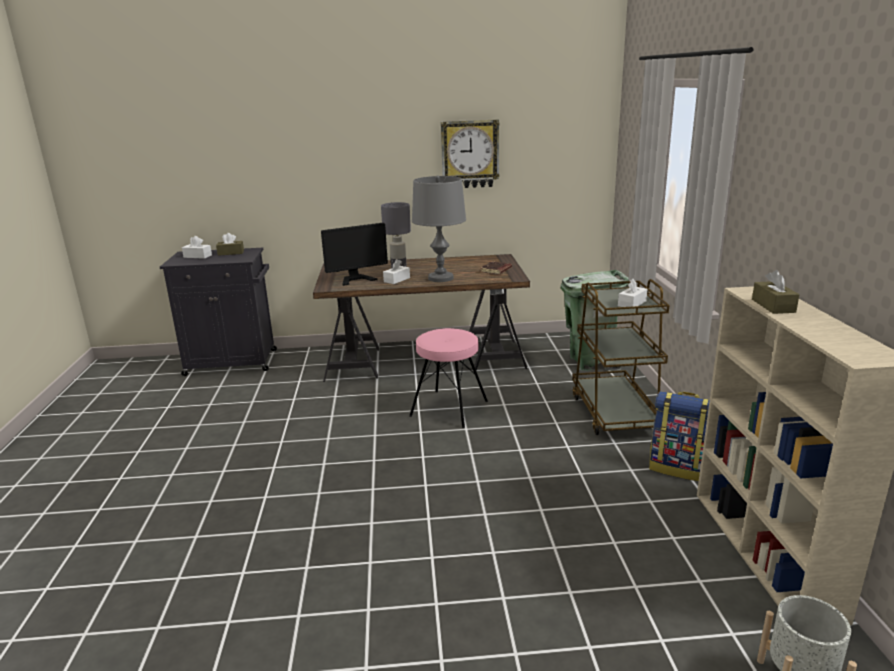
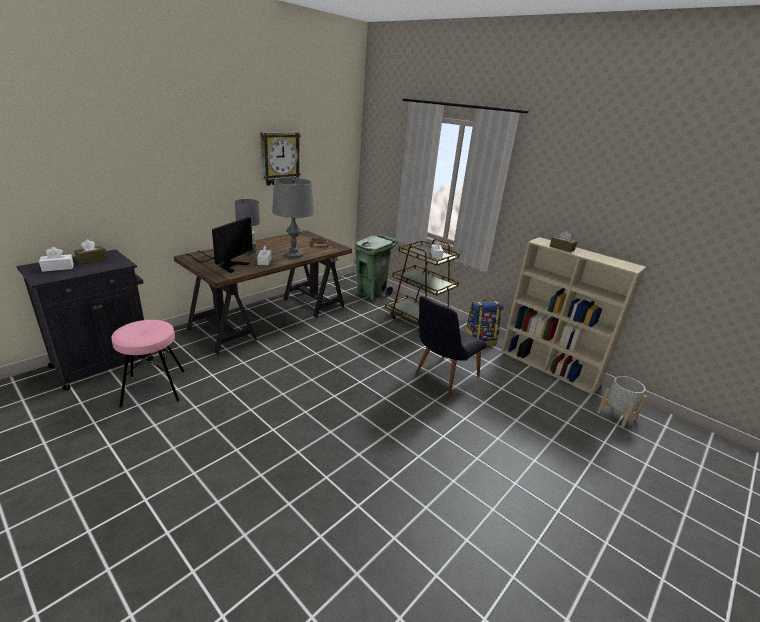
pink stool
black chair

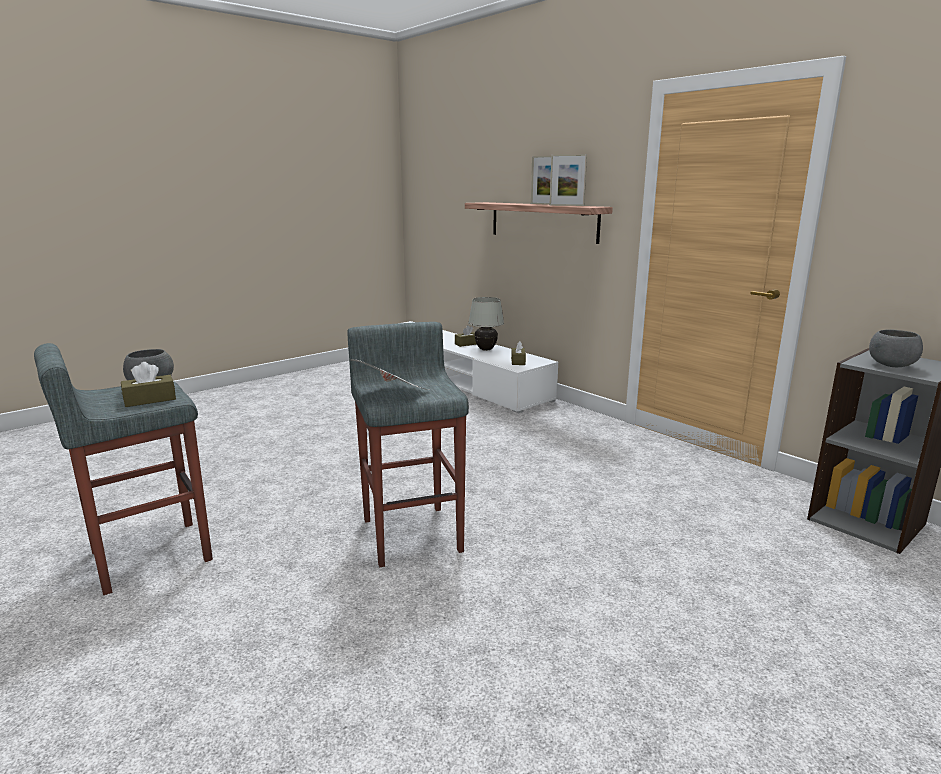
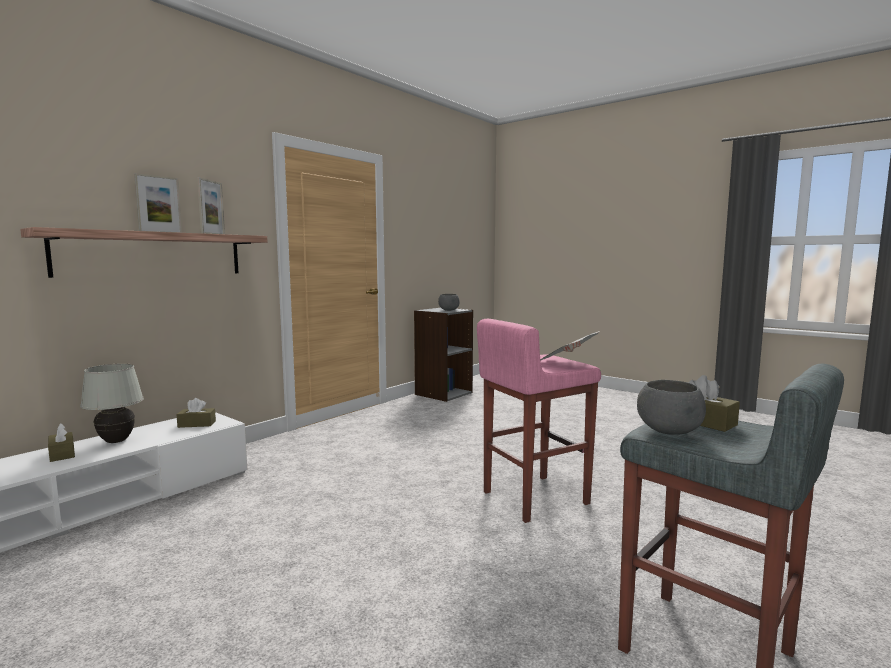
pink stool

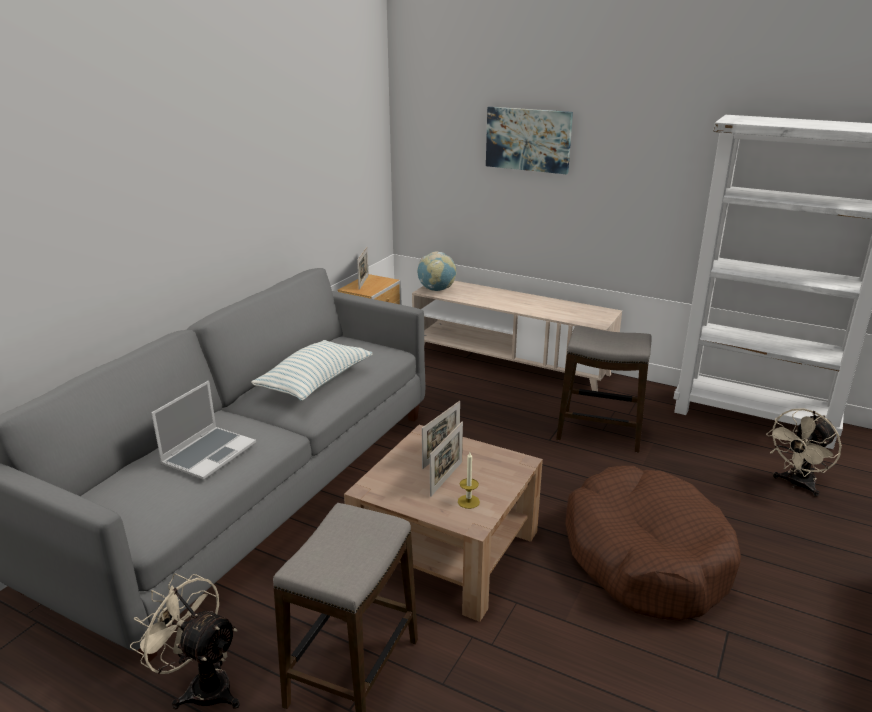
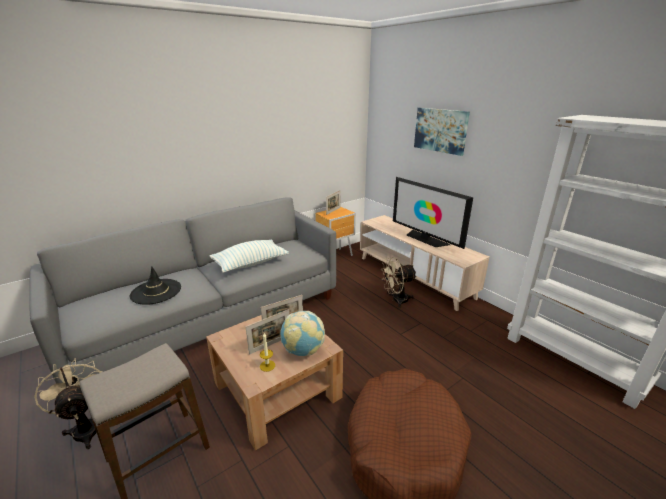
black hat
globe
beige fan (no. 2 from left)
television
stool (no. 2 from left in the first image)

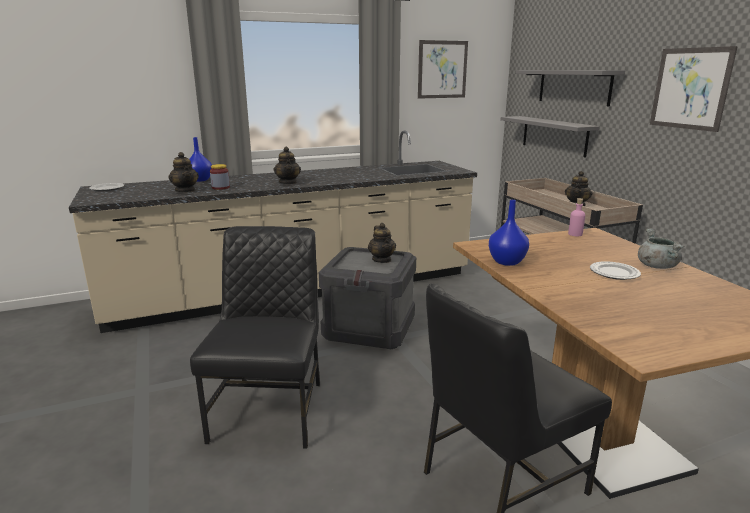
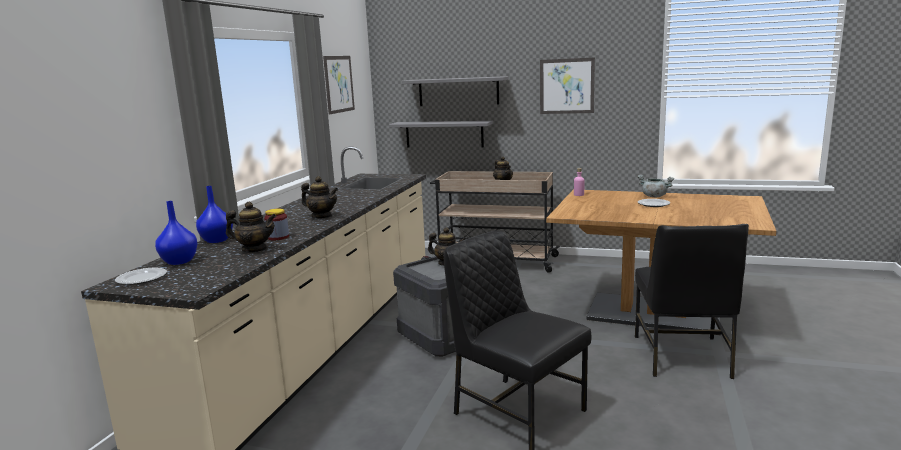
blue vase (no. 1 from left)

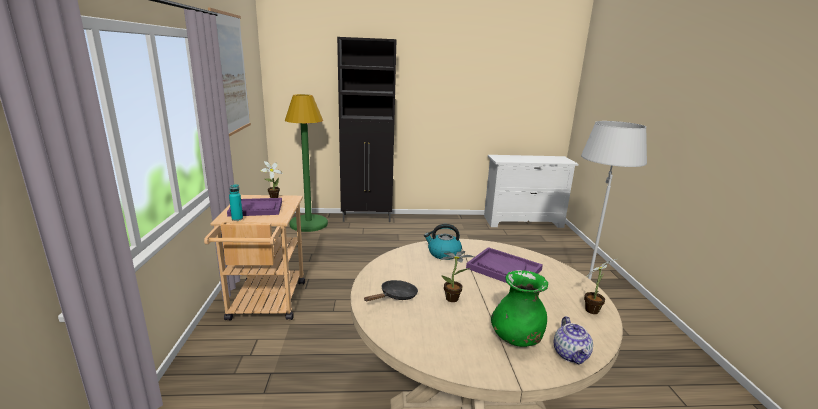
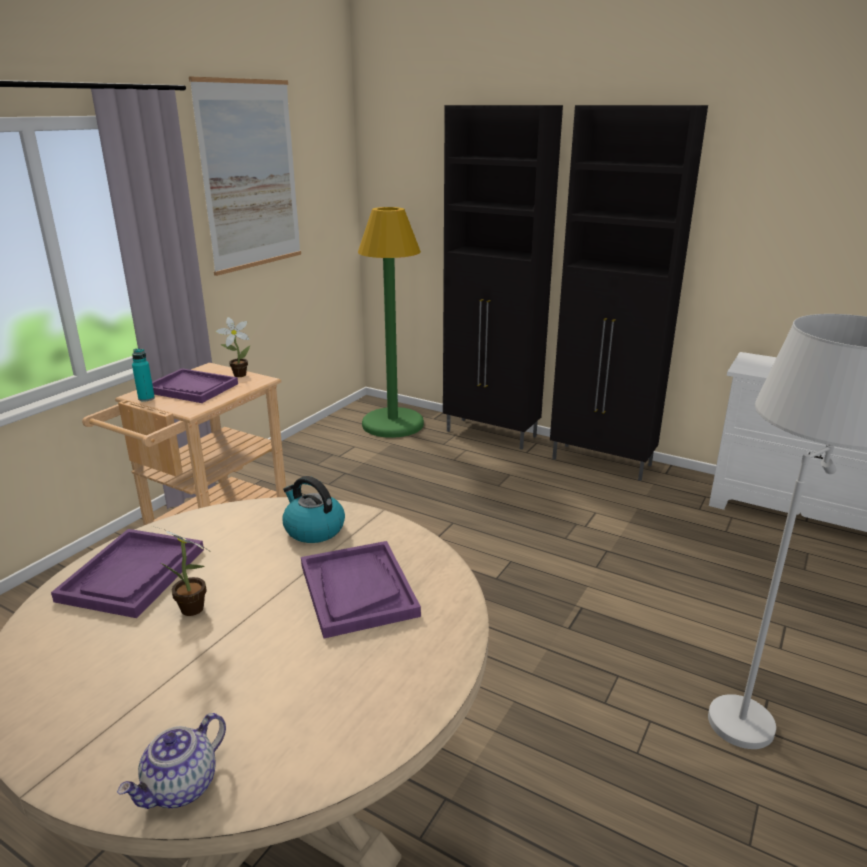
purple tray (no. 1 from left)
black cabinet (no. 2 from left)
green vase
potted plant (no. 3 from left in the first image)

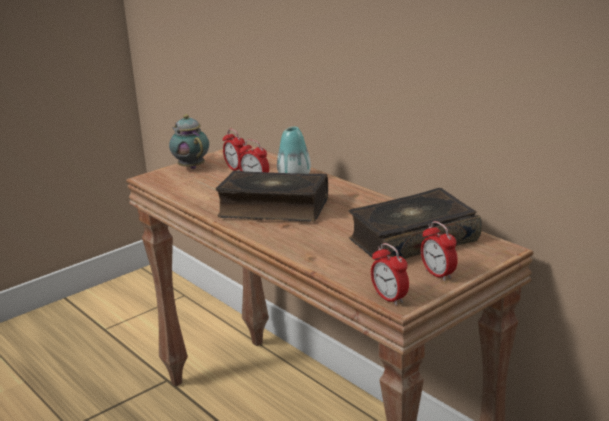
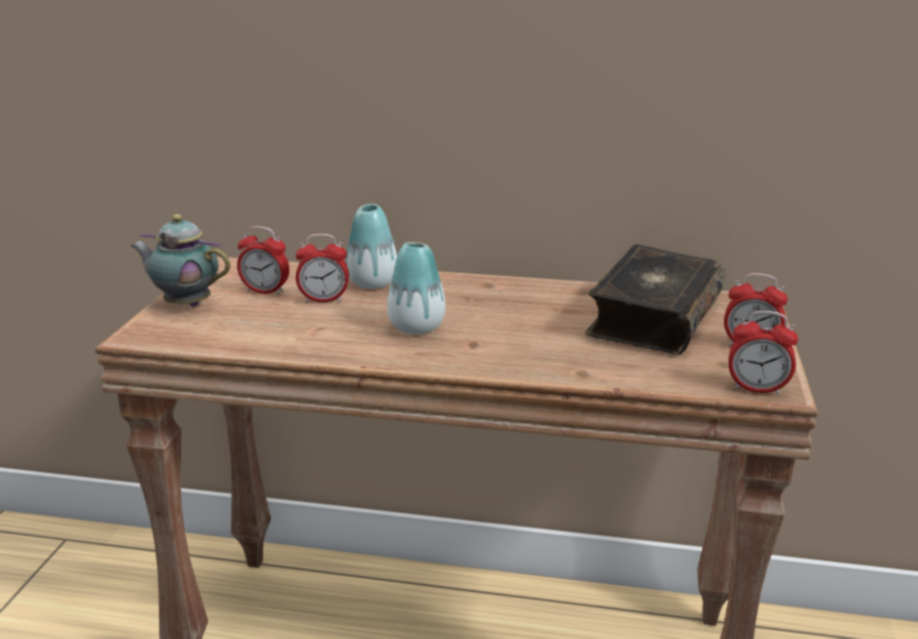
vase (no. 2 from left)

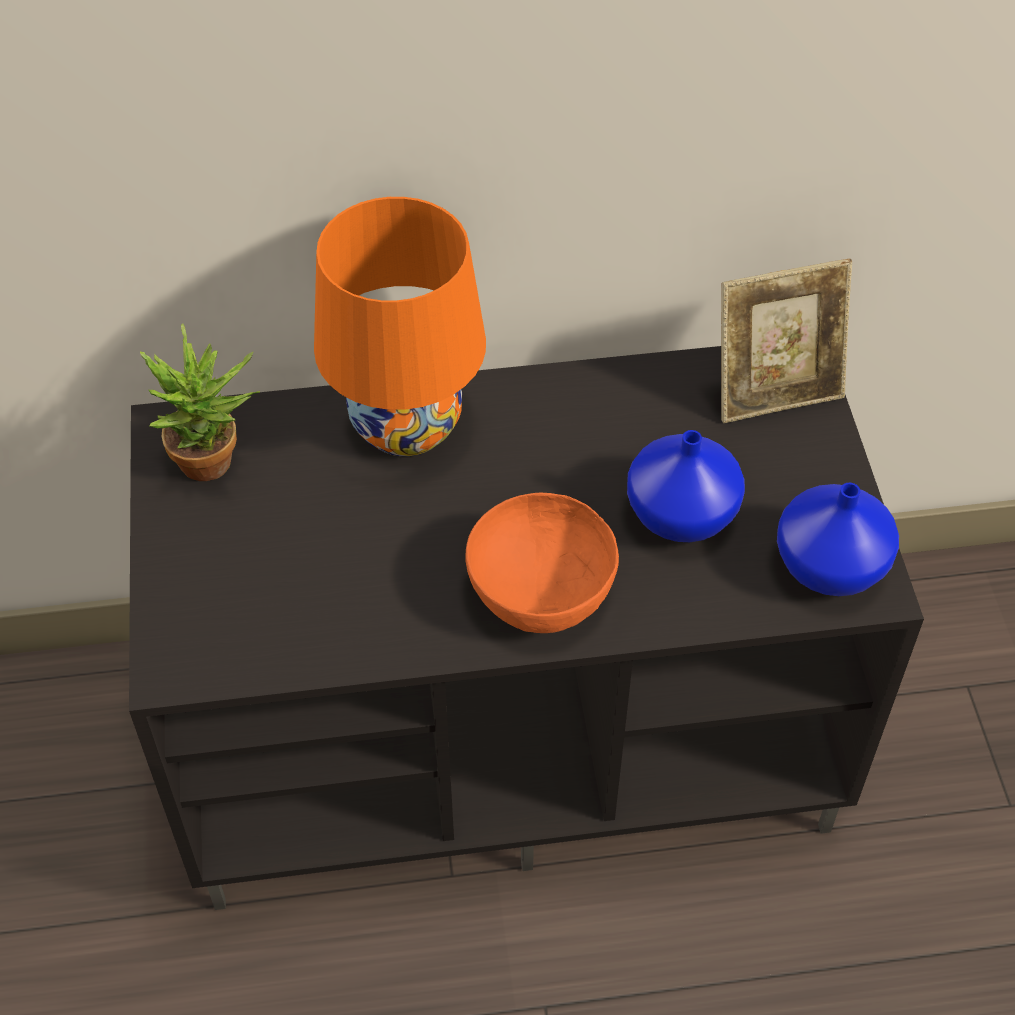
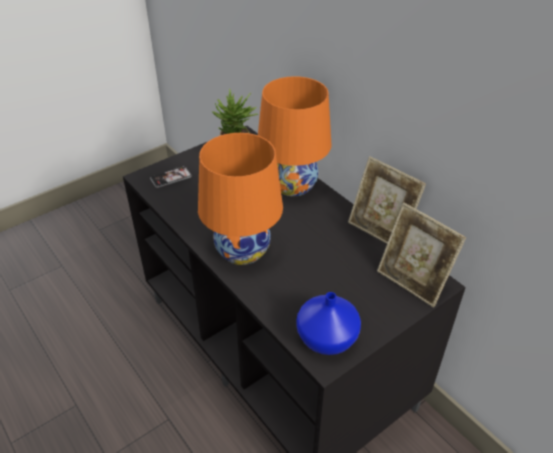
phone
orange table lamp (no. 1 from left)
picture frame (no. 1 from left)
blue vase (no. 1 from left in the first image)

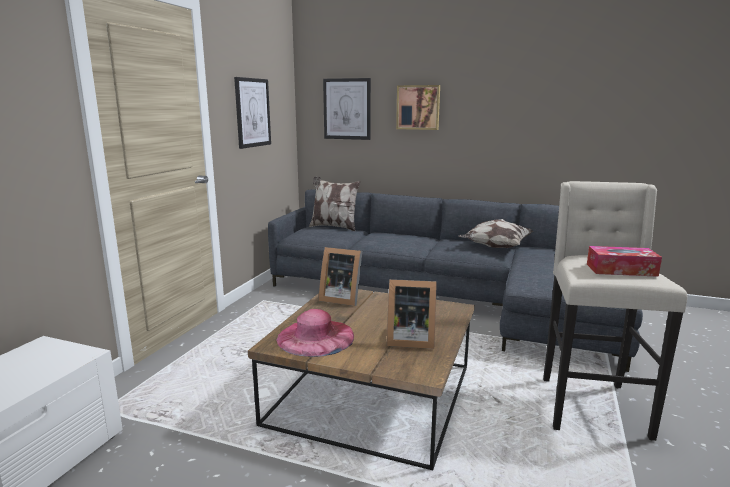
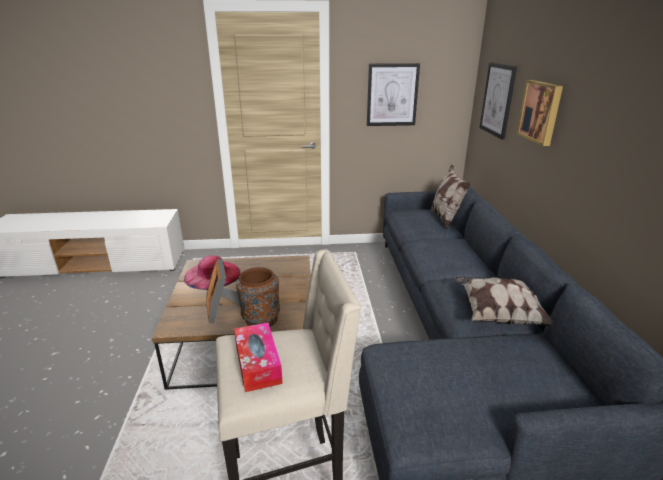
brown vase
picture frame (no. 1 from left in the first image)

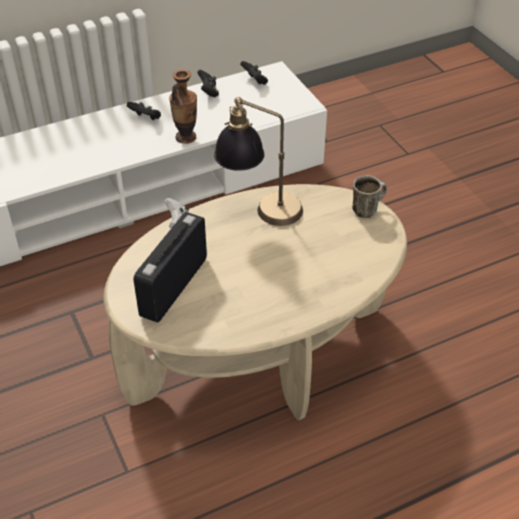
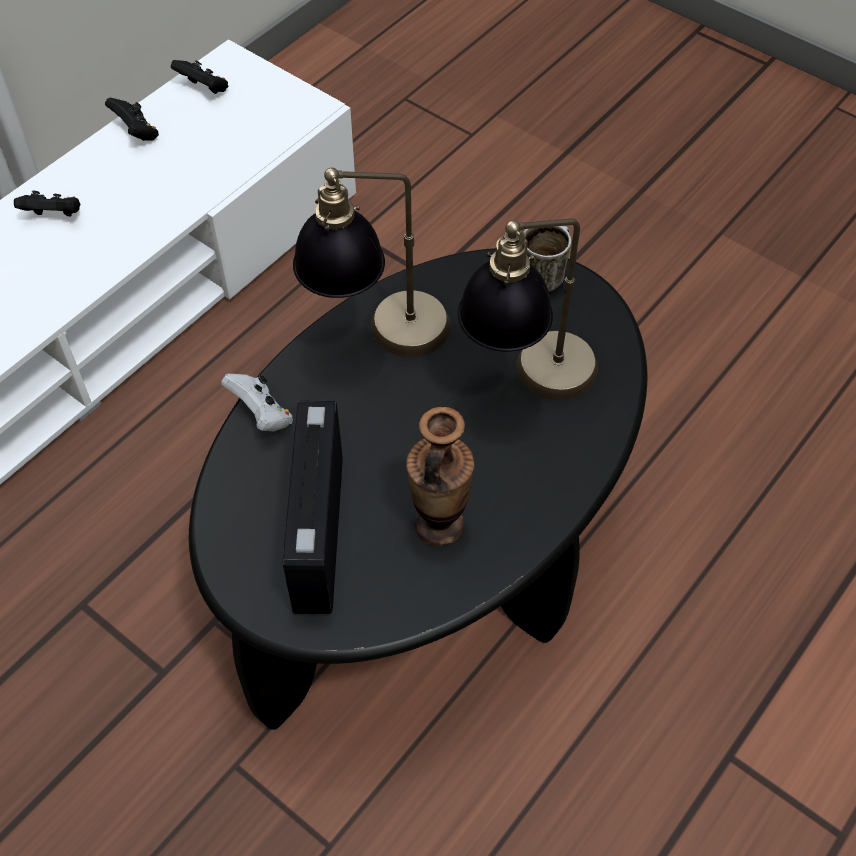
black coffee table
vase
table lamp (no. 2 from left)

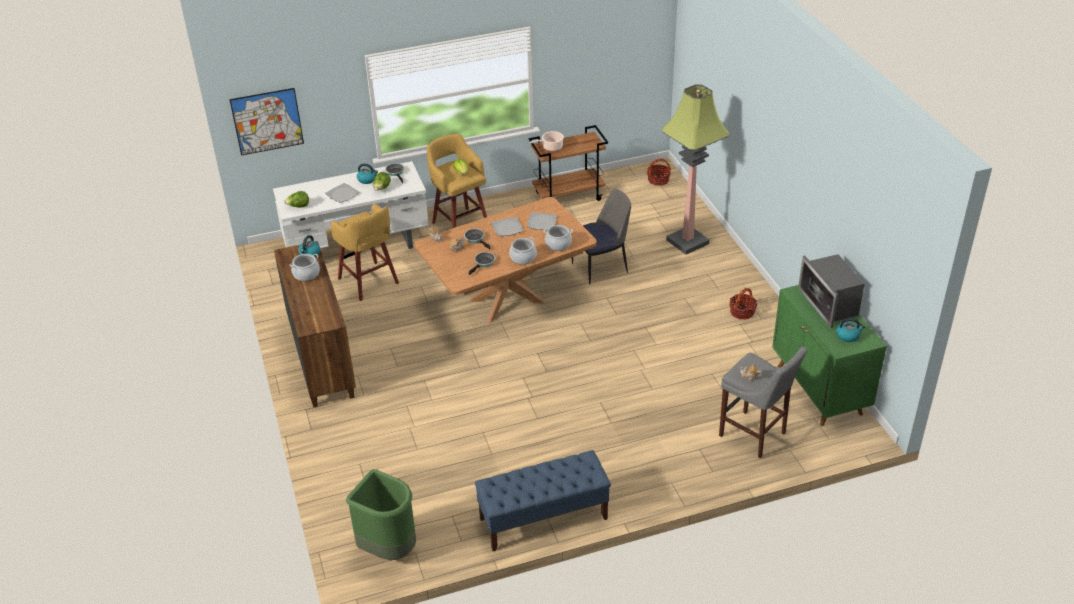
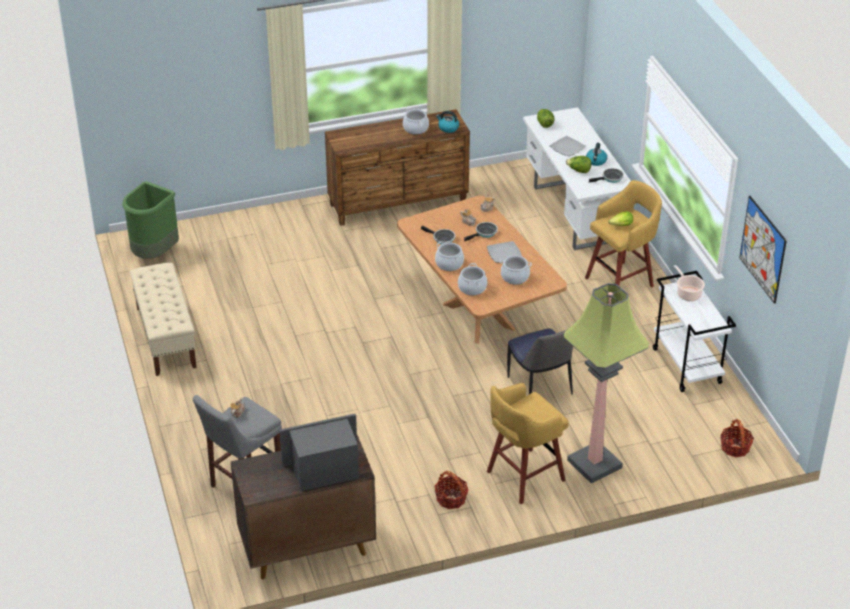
beige bench
brown cabinet
yellow stool (no. 1 from left)
cooking pot (no. 4 from left)
white cart
picture
kettle (no. 3 from left in the first image)

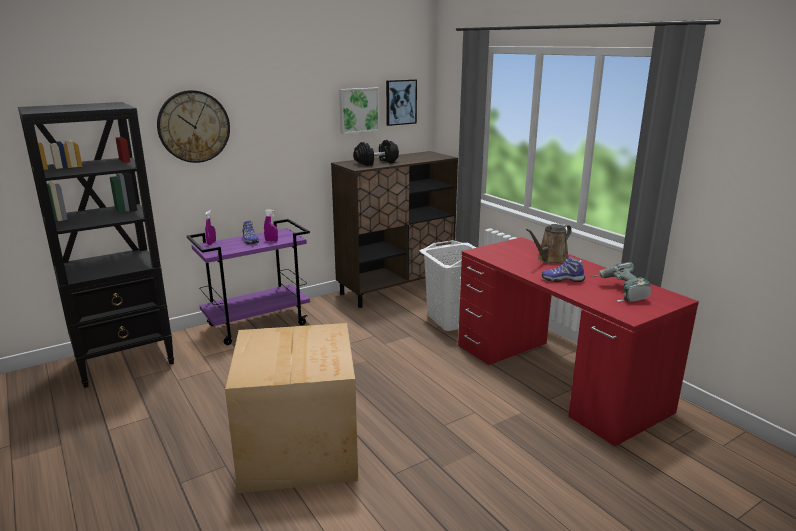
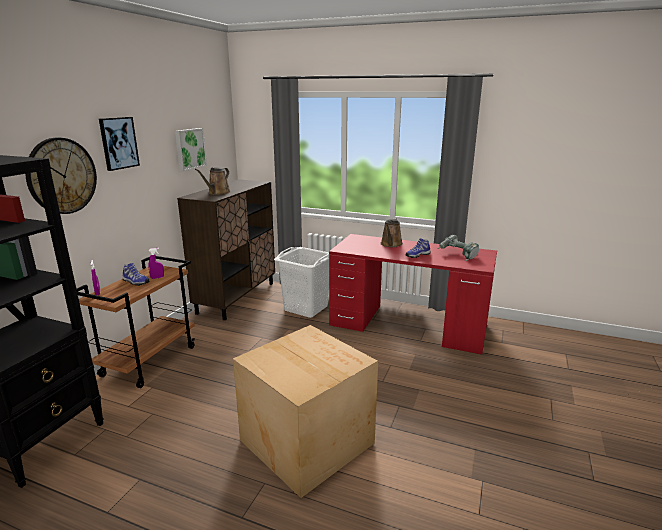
brown cart
picture (no. 1 from left)
brown watering can (no. 1 from left)

